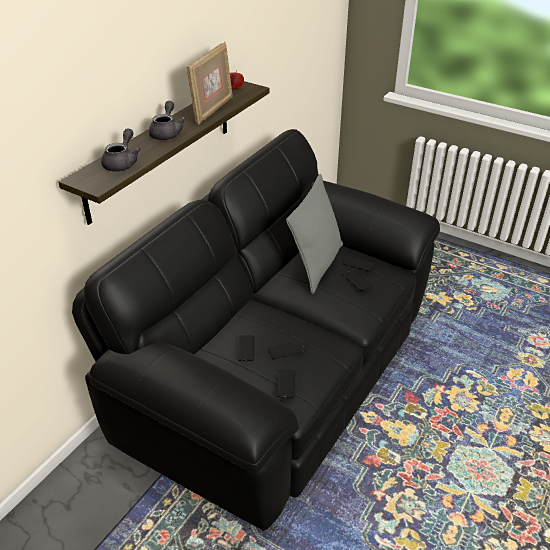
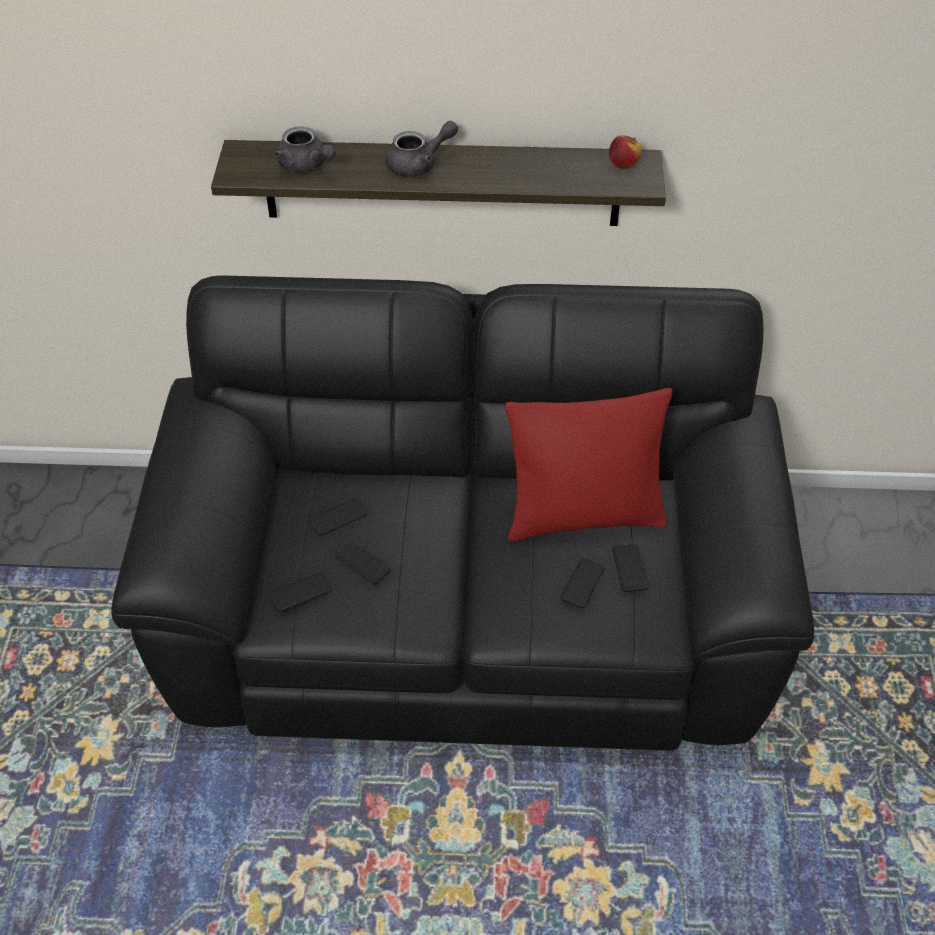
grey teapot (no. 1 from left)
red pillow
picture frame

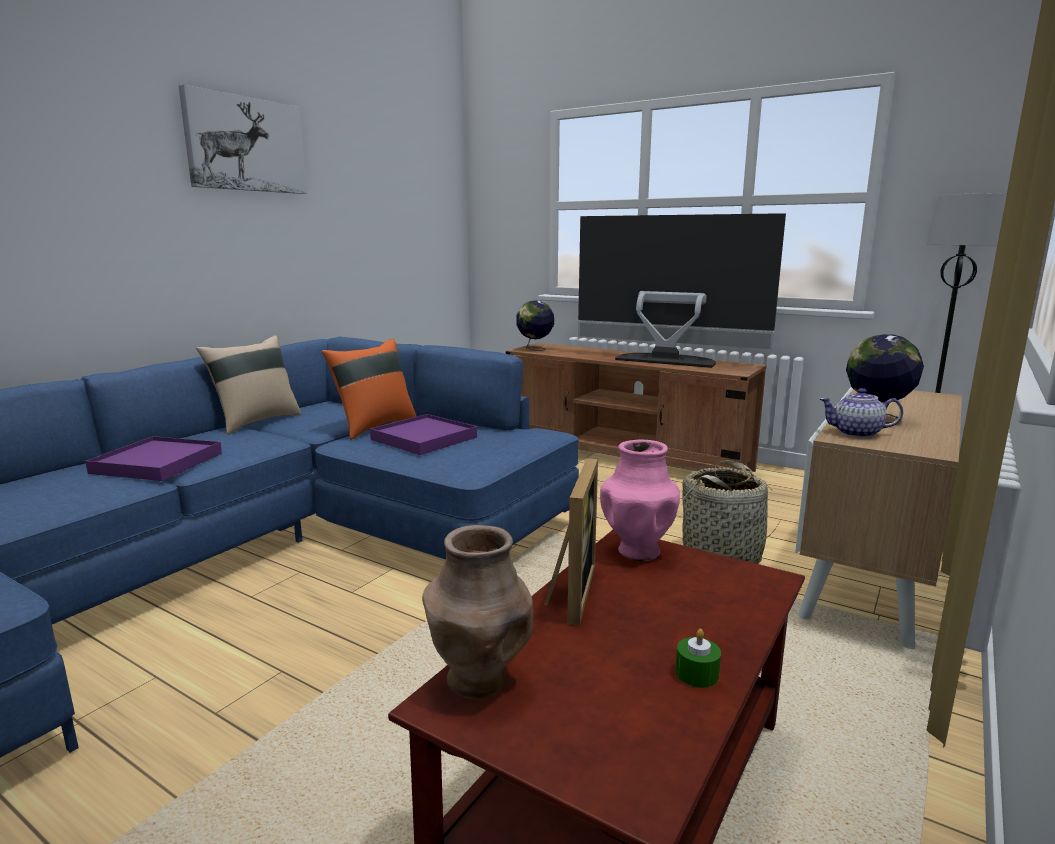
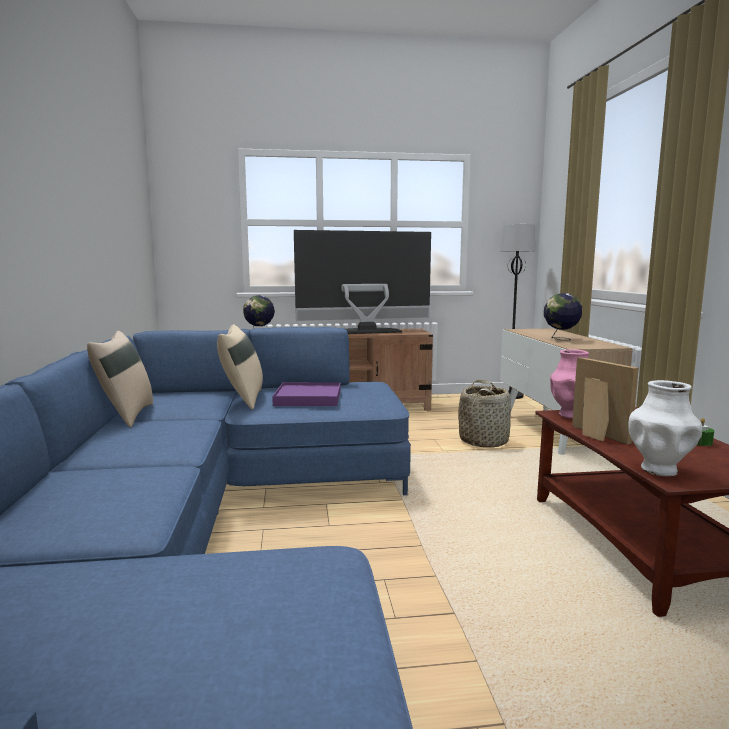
beige pillow (no. 2 from left)
white vase
purple tray (no. 1 from left in the first image)
picture
teapot

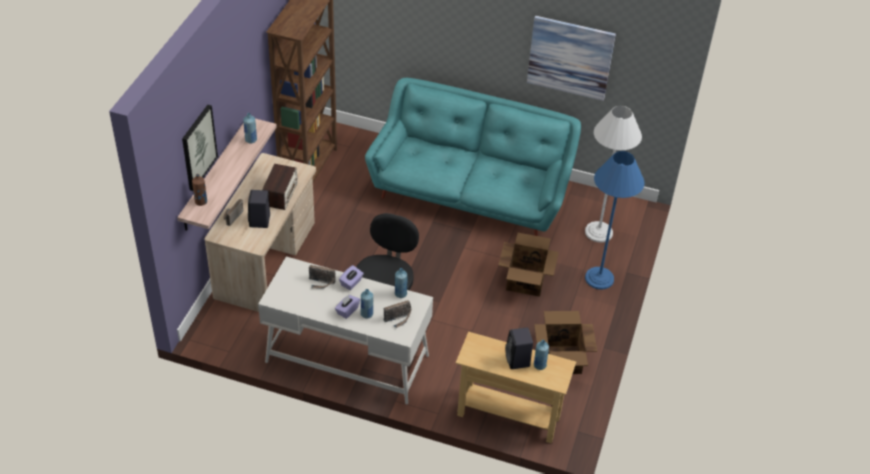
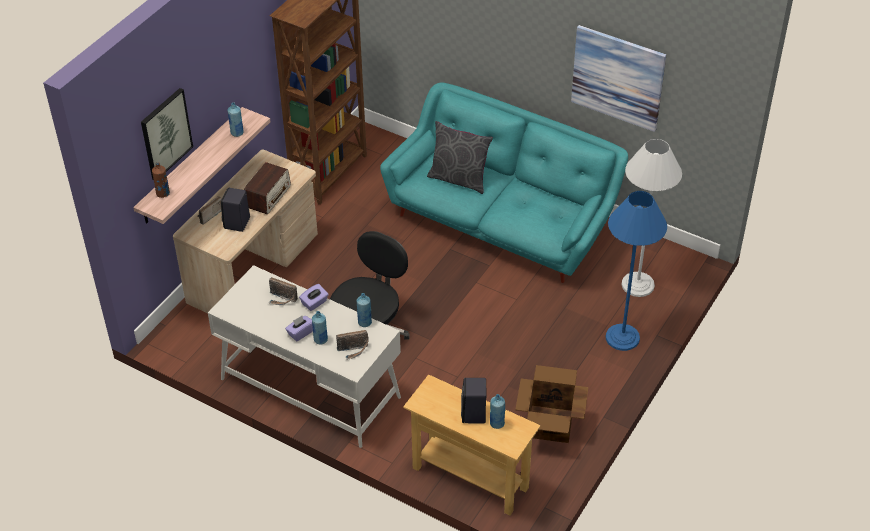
grey pillow
cardboard box (no. 1 from left in the first image)

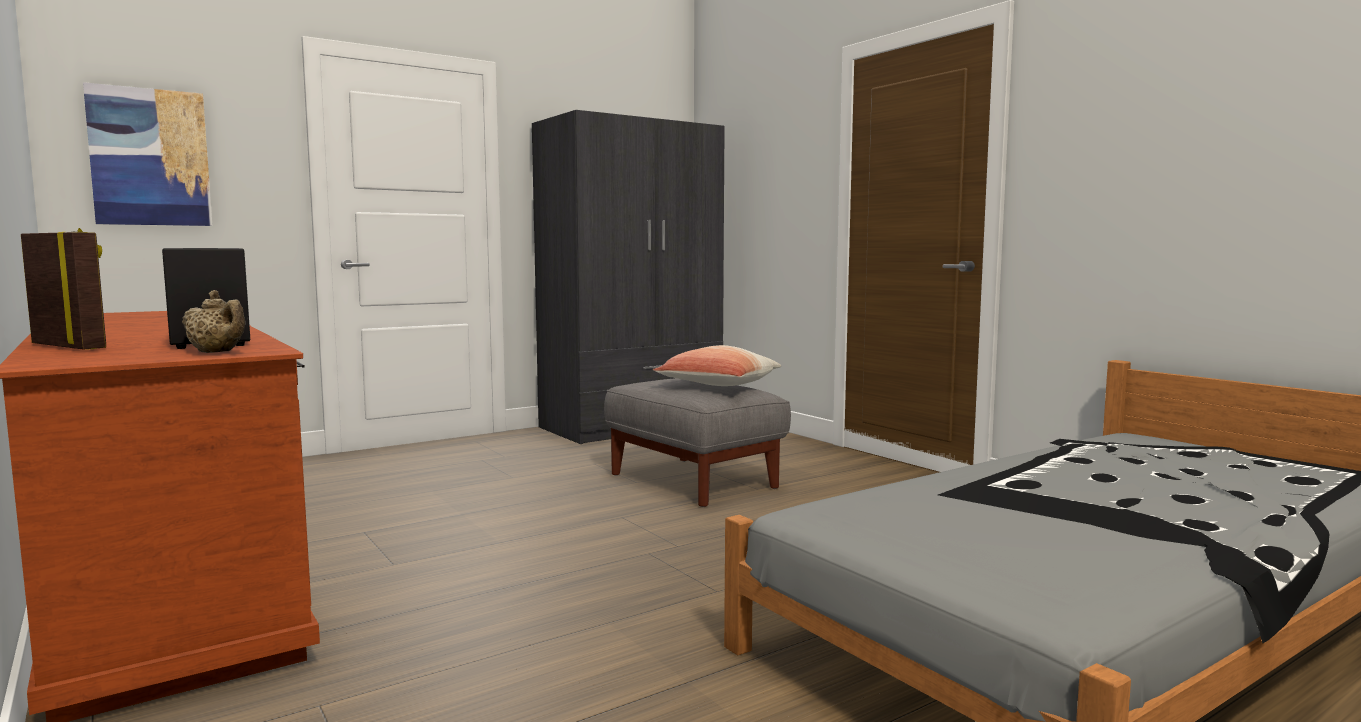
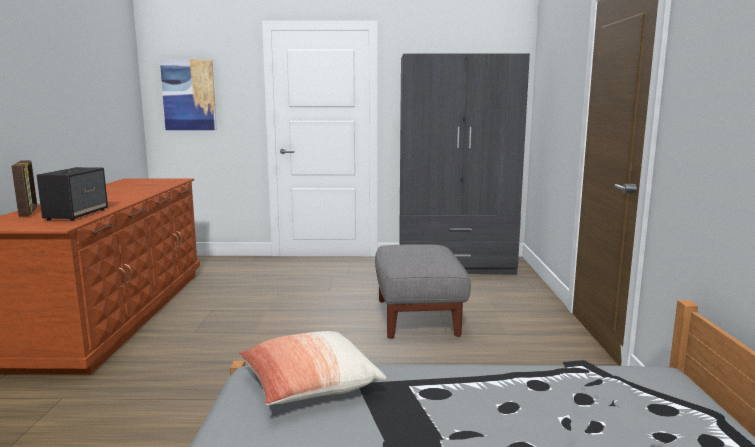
pillow
beige teapot

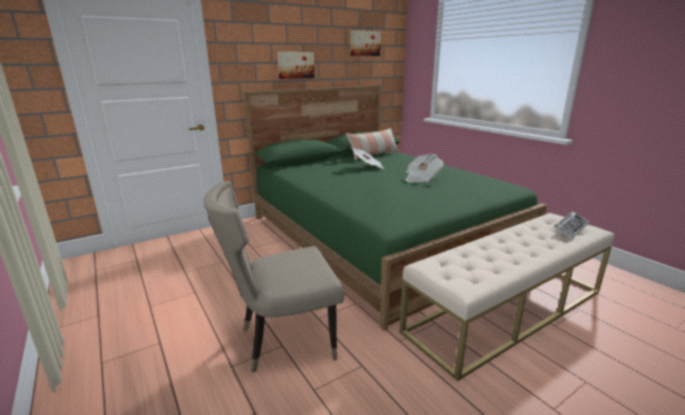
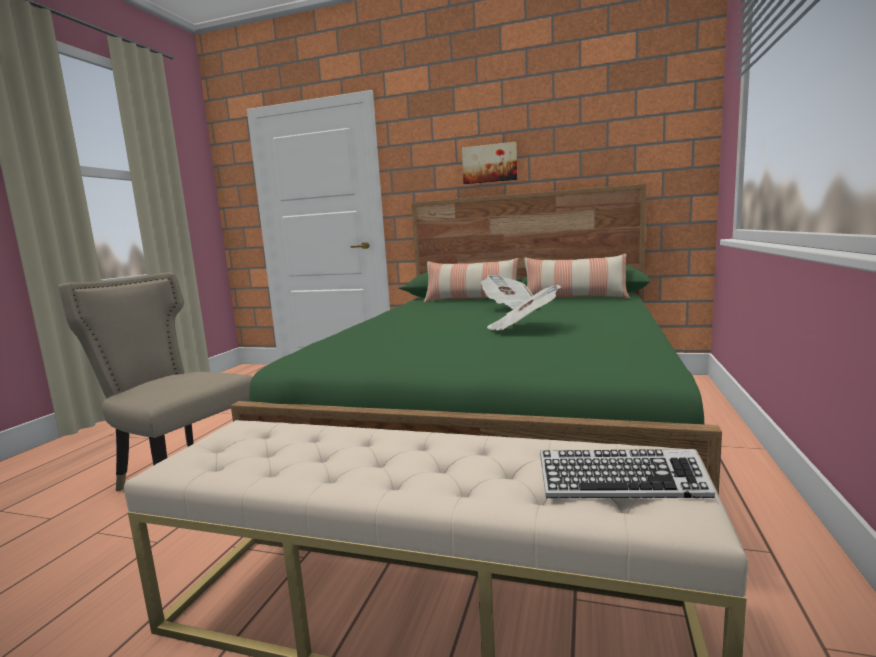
pillow (no. 1 from left)
picture (no. 2 from left in the first image)

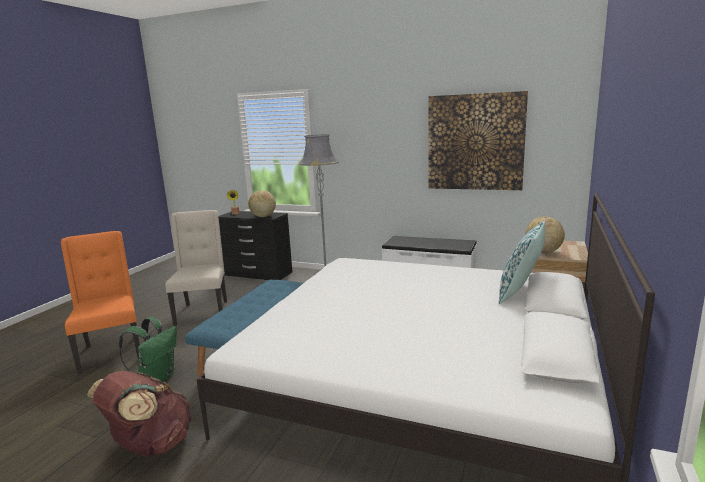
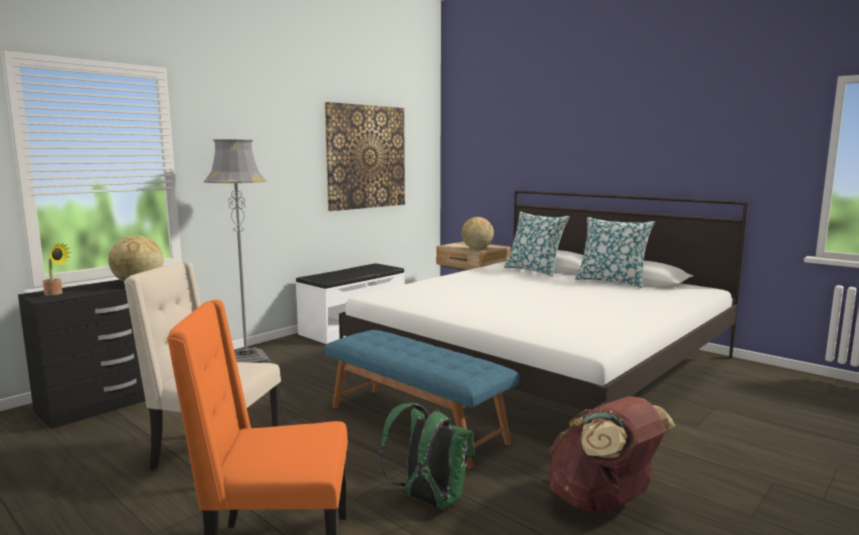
pillow (no. 2 from left)

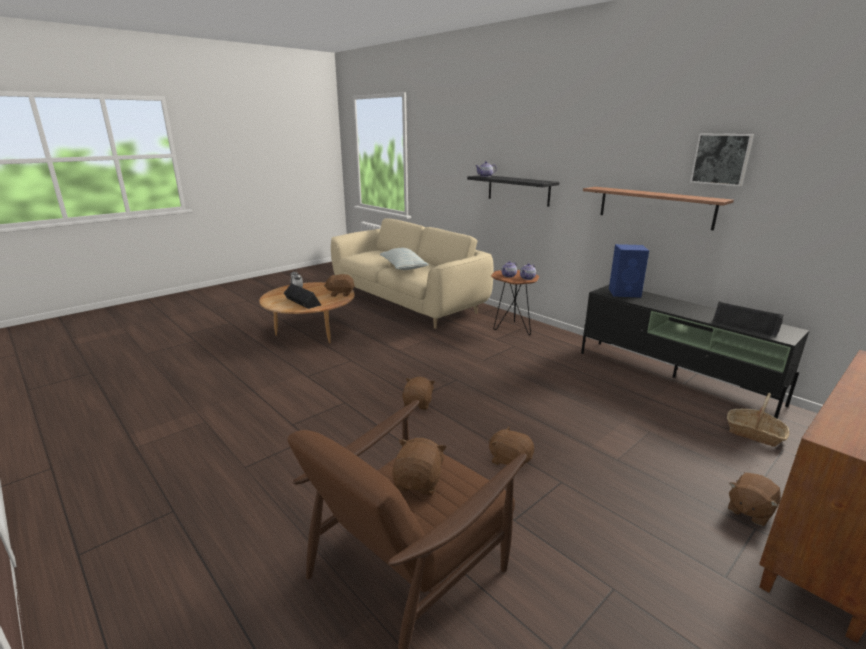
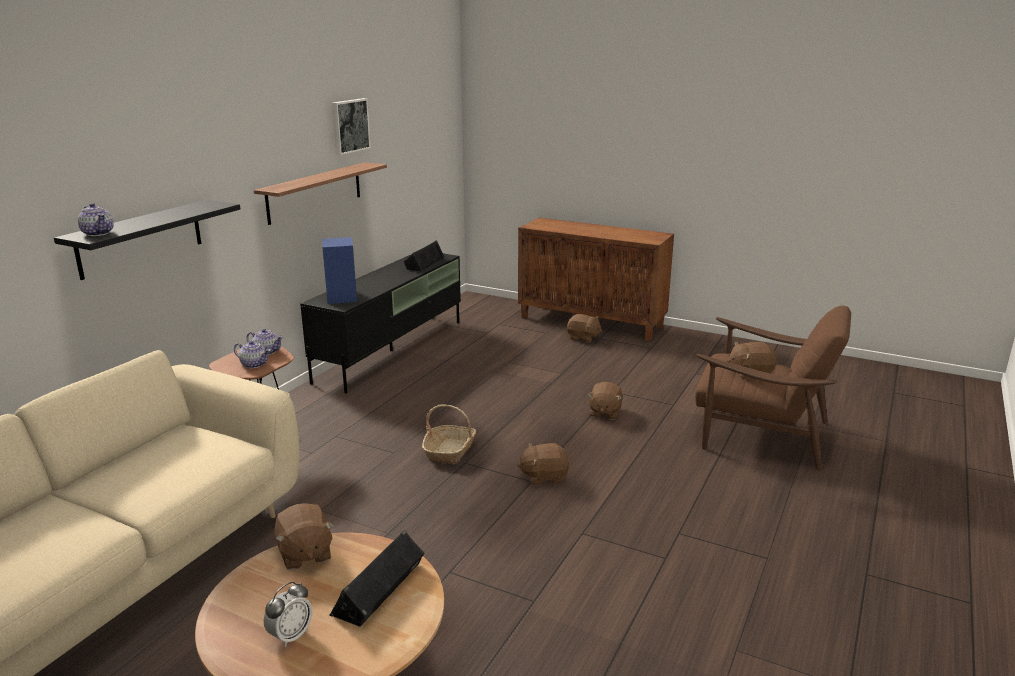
basket
pillow

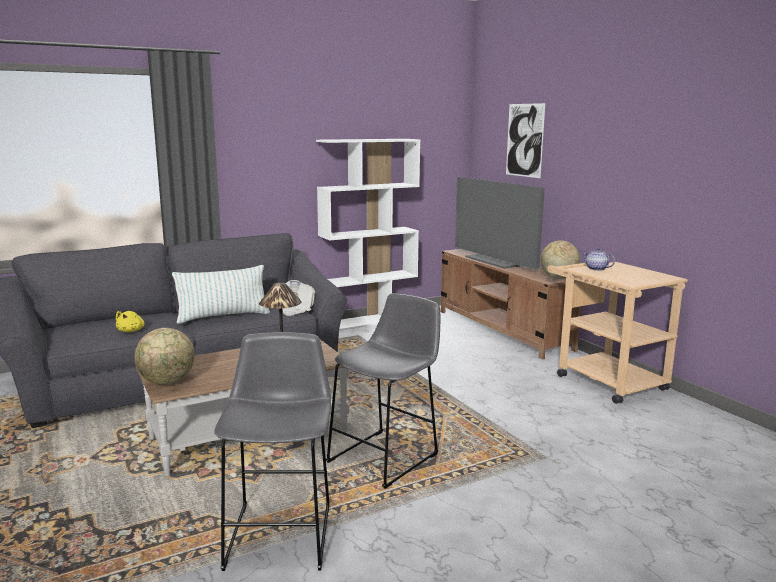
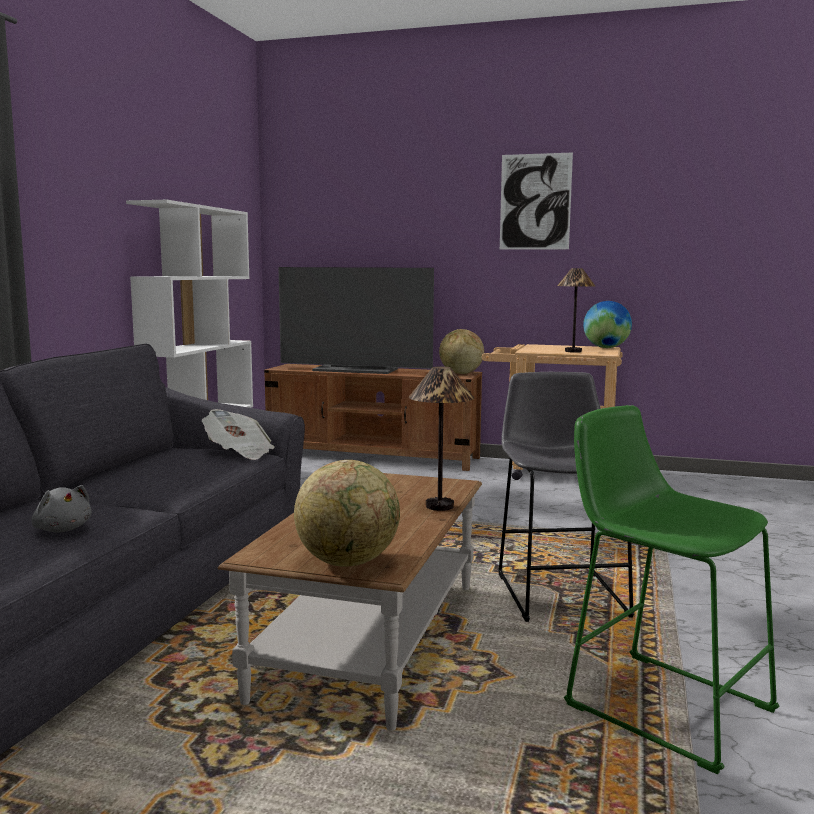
grey plush toy
picture
table lamp (no. 2 from left)
green stool
globe (no. 3 from left)
pillow
teapot

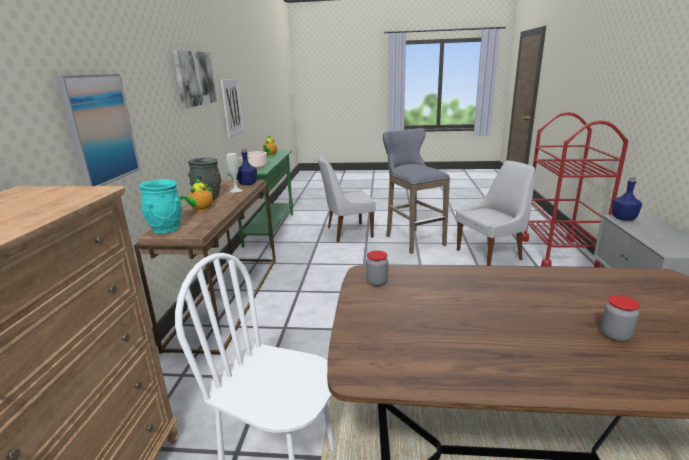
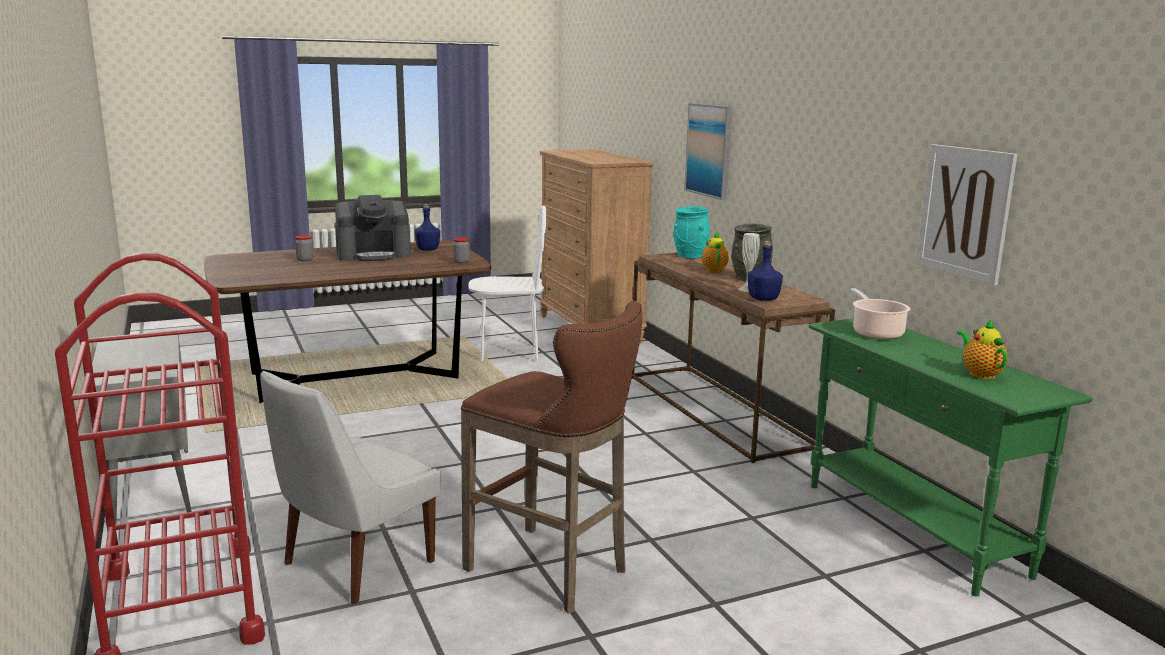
coffee machine
blue bottle (no. 1 from left)
brown stool
picture (no. 2 from left in the first image)
white chair (no. 2 from left in the first image)

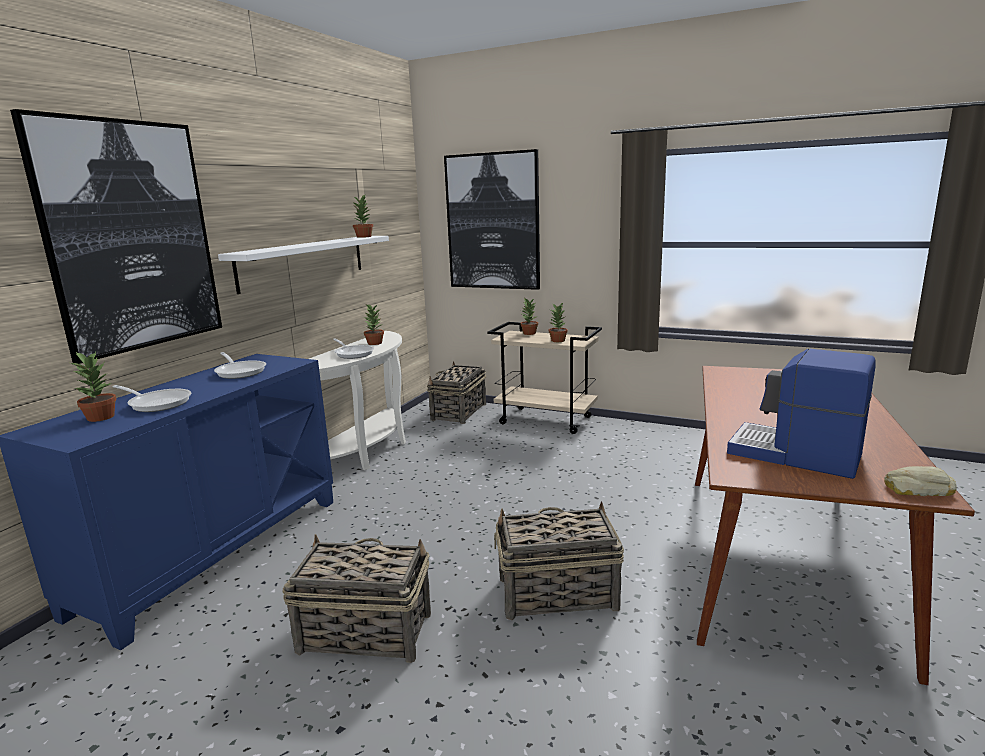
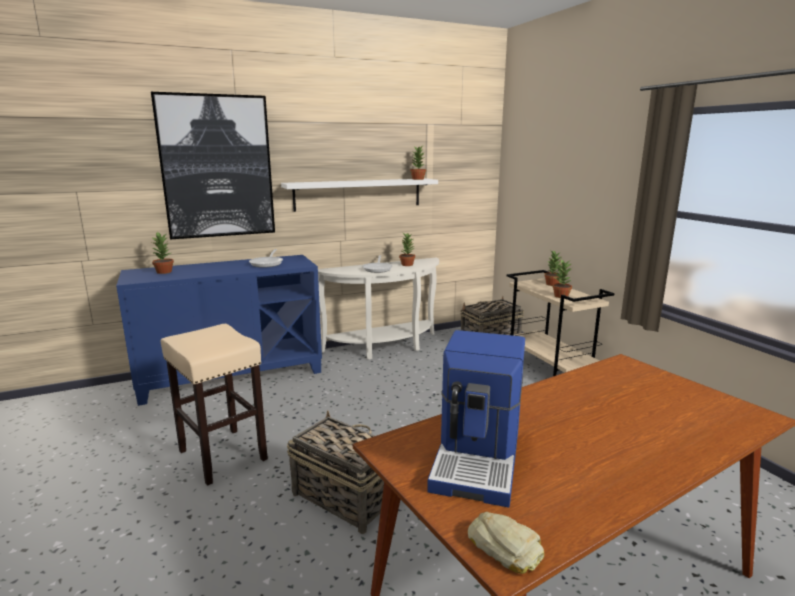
beige stool
coffee machine
frying pan (no. 1 from left in the first image)
picture (no. 2 from left in the first image)

